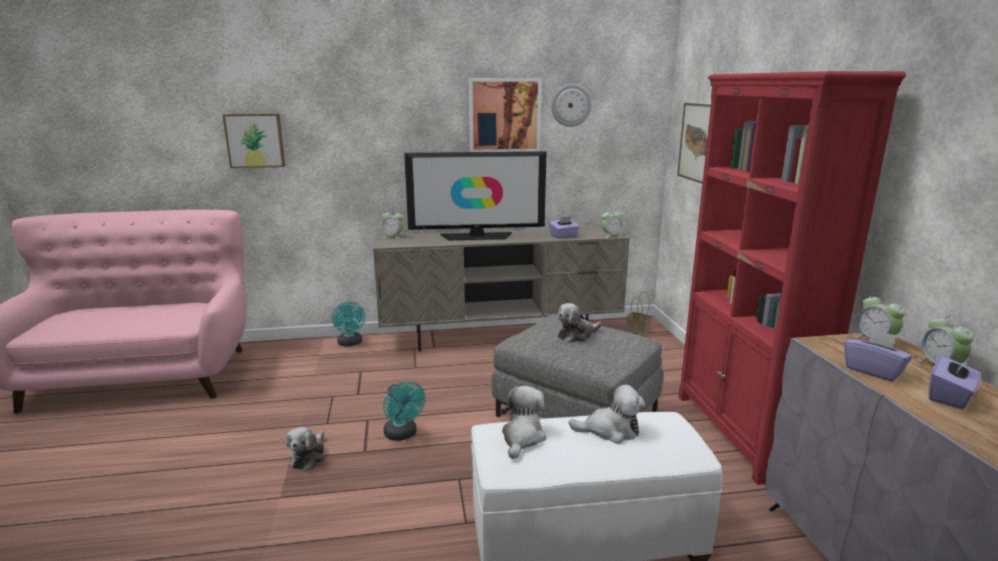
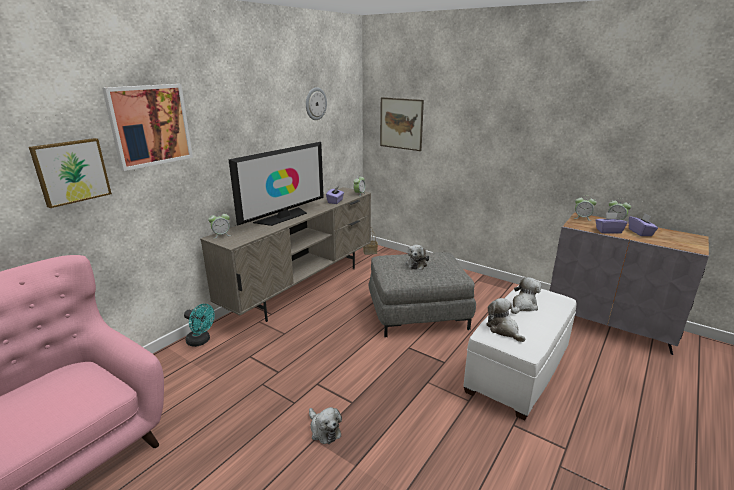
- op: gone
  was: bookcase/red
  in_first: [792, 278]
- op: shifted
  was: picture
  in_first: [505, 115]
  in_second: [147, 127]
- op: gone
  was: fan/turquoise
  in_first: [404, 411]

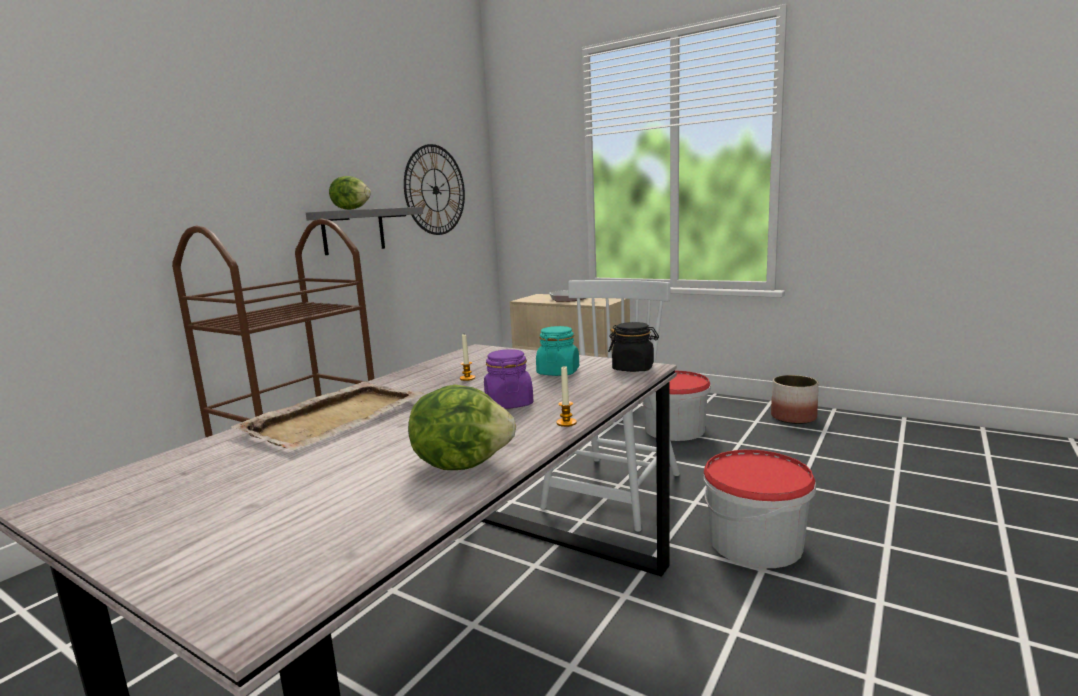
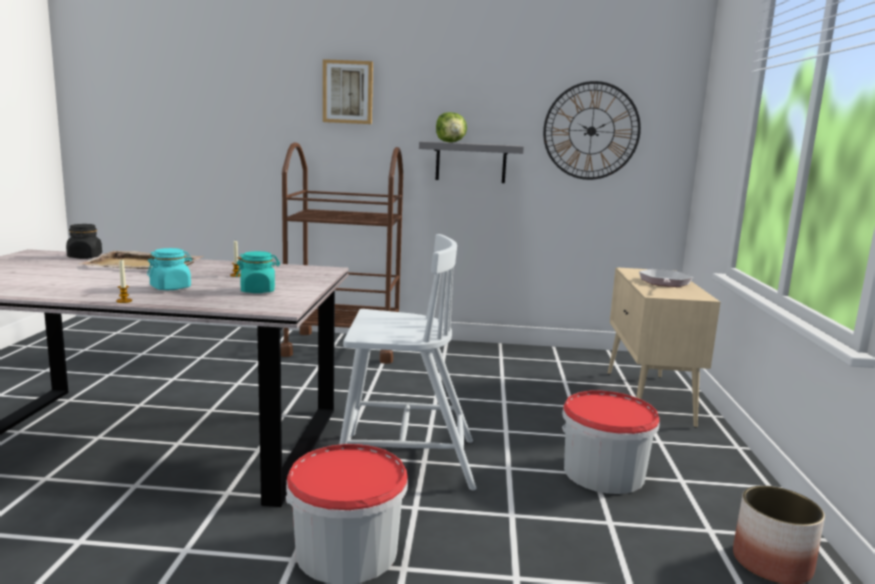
- op: shifted
  was: jar/black
  in_first: [633, 347]
  in_second: [84, 241]
- op: repainted
  was: jar/purple
  now: jar/turquoise
  in_first: [509, 379]
  in_second: [169, 269]
- op: gone
  was: lettuce
  in_first: [462, 427]
- op: new
  now: picture
  in_second: [348, 91]

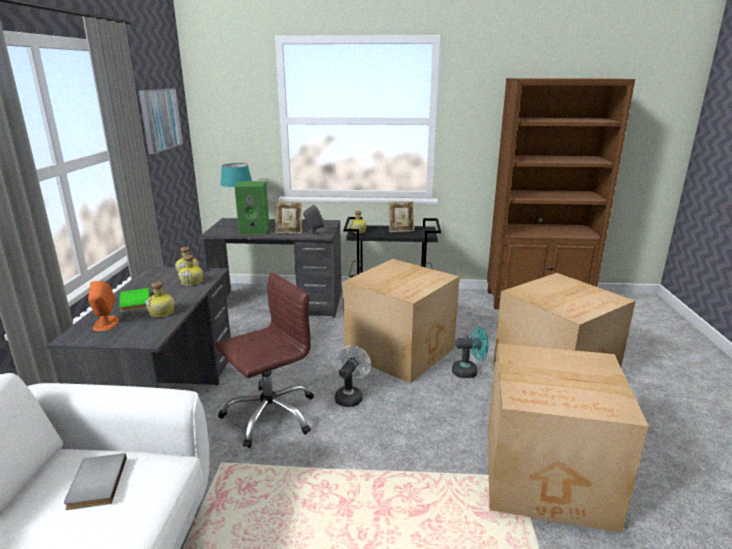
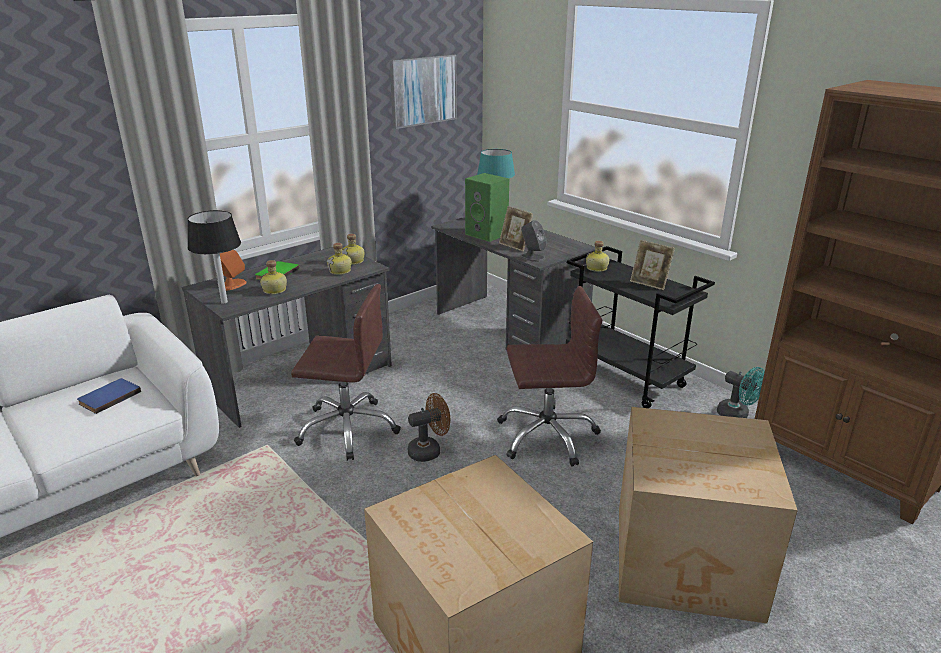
- op: swapped
  was: cardboard box
  now: office chair/brown
  in_first: [401, 321]
  in_second: [549, 376]
- op: shifted
  was: fan/turquoise
  in_first: [470, 352]
  in_second: [741, 392]
- op: repainted
  was: fan/white
  now: fan/brown
  in_first: [353, 376]
  in_second: [429, 427]
- op: repainted
  was: book/grey
  now: book/blue
  in_first: [95, 481]
  in_second: [109, 396]
- op: new
  now: table lamp/black
  in_second: [214, 257]

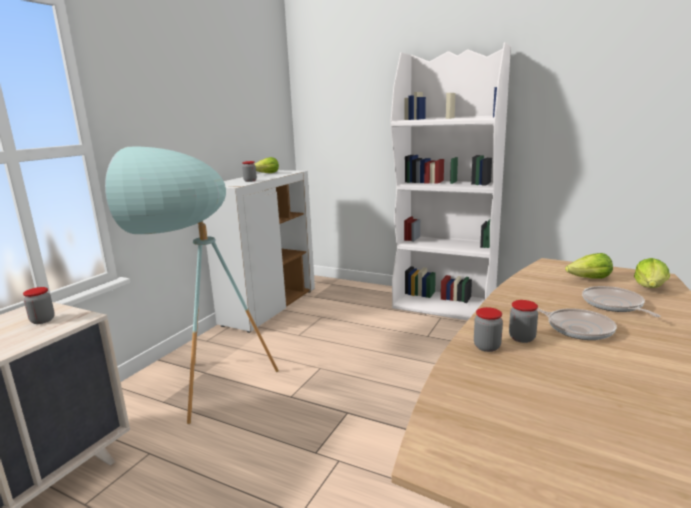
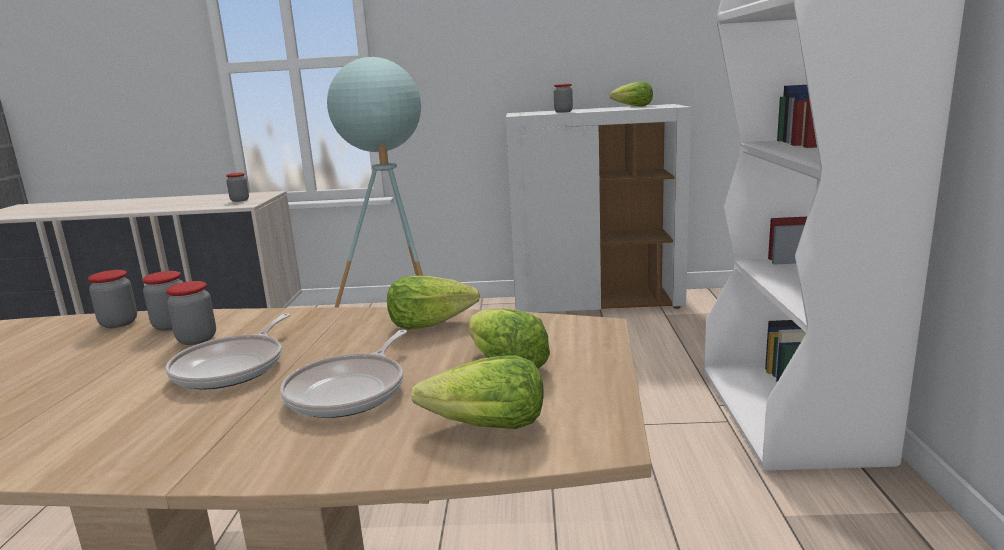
- op: rotated
  was: frying pan
  in_first: [621, 301]
  in_second: [343, 374]
  clockwise: 150
- op: new
  now: jar
  in_second: [112, 299]
- op: new
  now: lettuce
  in_second: [433, 302]

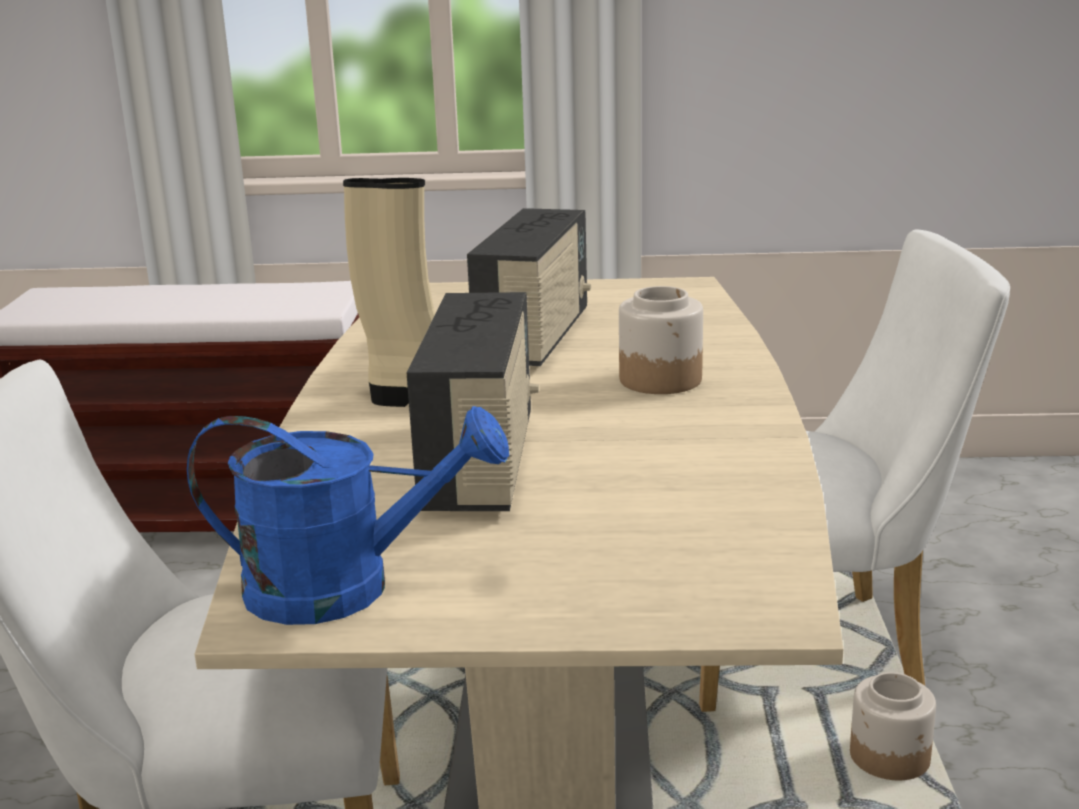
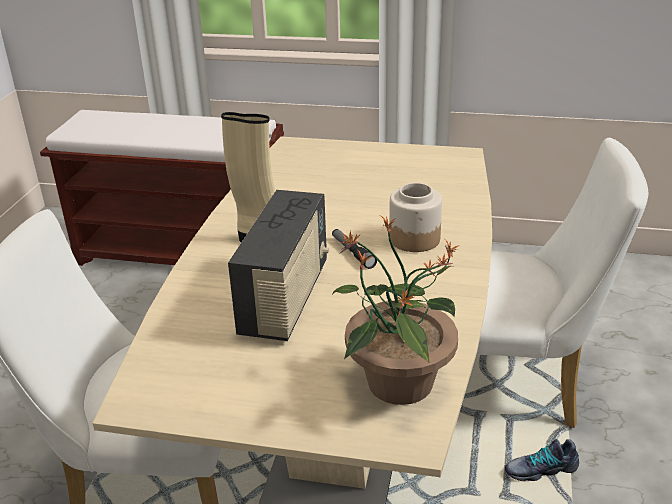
- op: gone
  was: radio
  in_first: [529, 287]
- op: gone
  was: watering can/blue
  in_first: [348, 515]
- op: swapped
  was: jar
  now: shoe
  in_first: [893, 726]
  in_second: [542, 460]
- op: new
  now: potted plant
  in_second: [396, 310]
- op: new
  now: flashlight
  in_second: [354, 249]

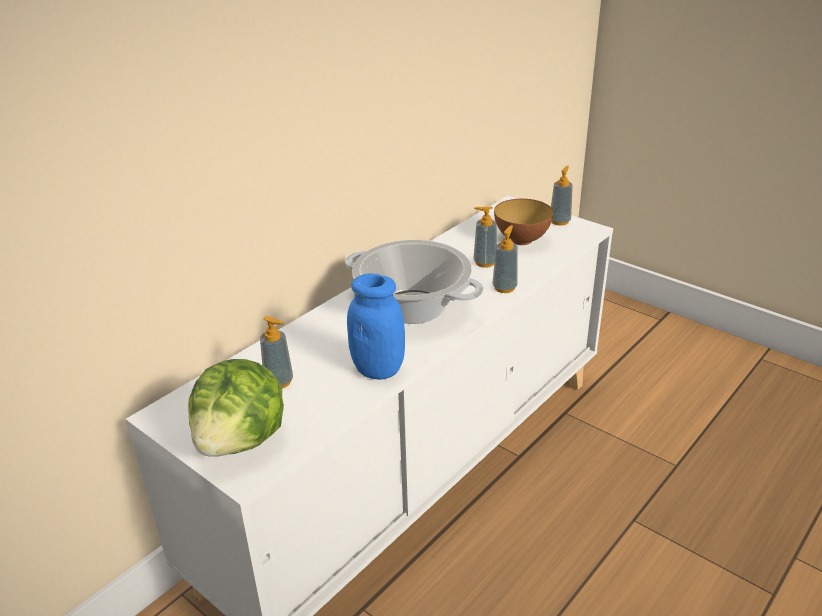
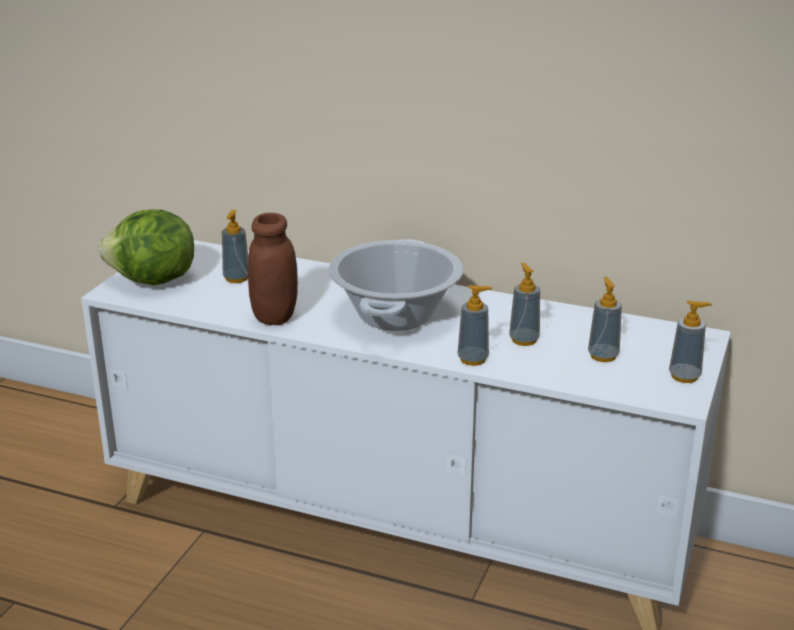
- op: swapped
  was: bowl
  now: soap dispenser
  in_first: [523, 222]
  in_second: [605, 319]
- op: repainted
  was: jar/blue
  now: jar/brown
  in_first: [376, 327]
  in_second: [273, 269]

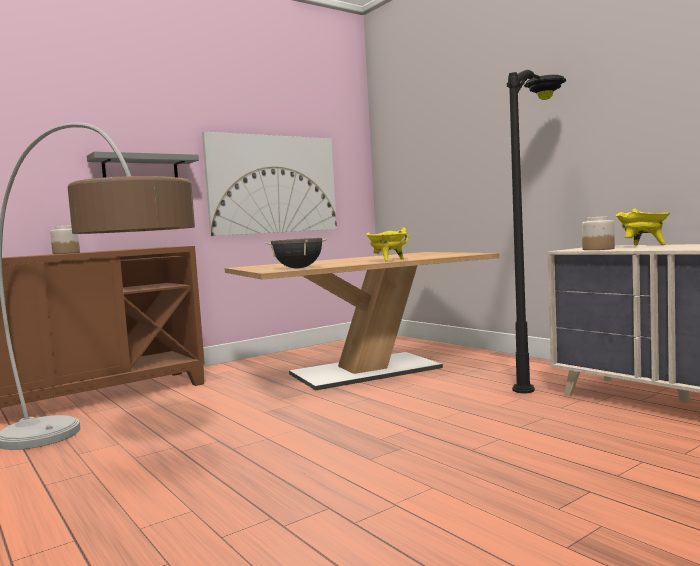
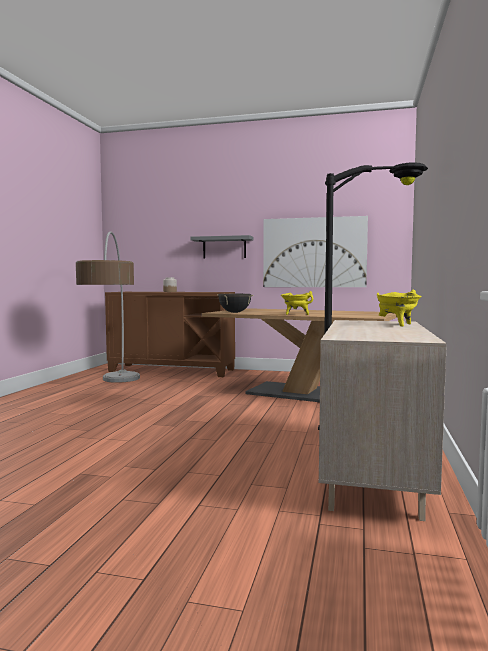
- op: gone
  was: jar
  in_first: [598, 233]

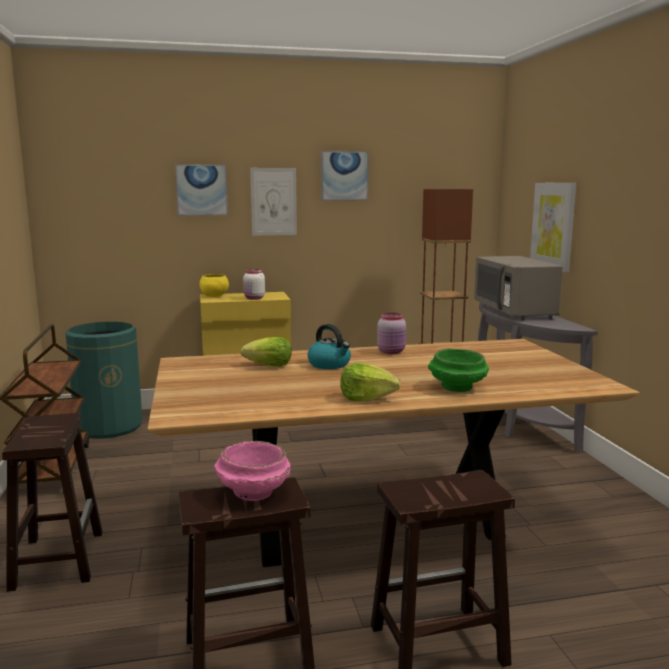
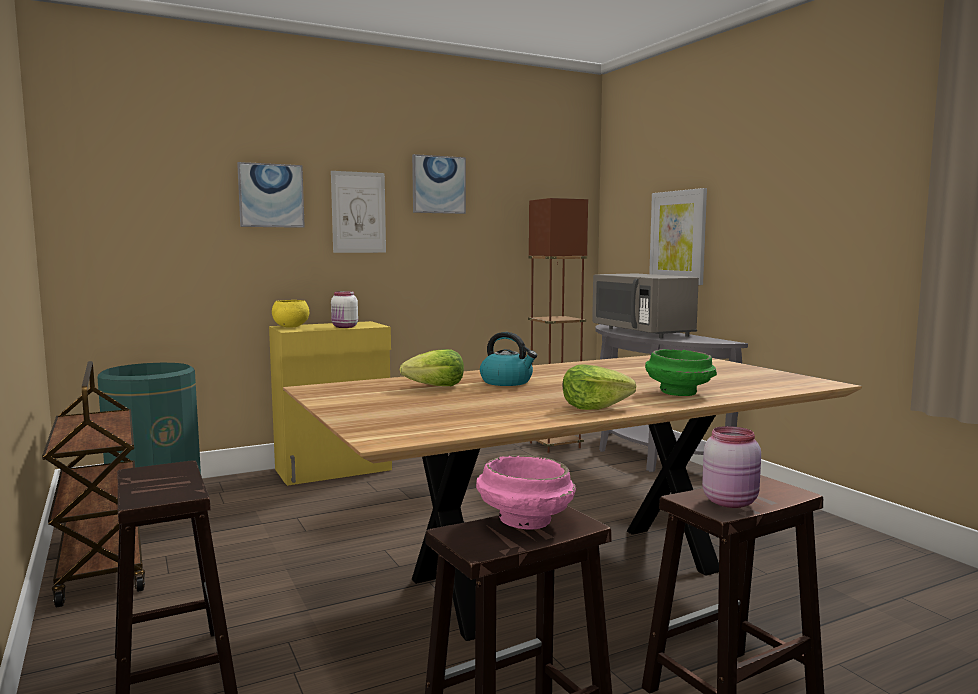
- op: shifted
  was: jar/pink
  in_first: [391, 333]
  in_second: [731, 467]

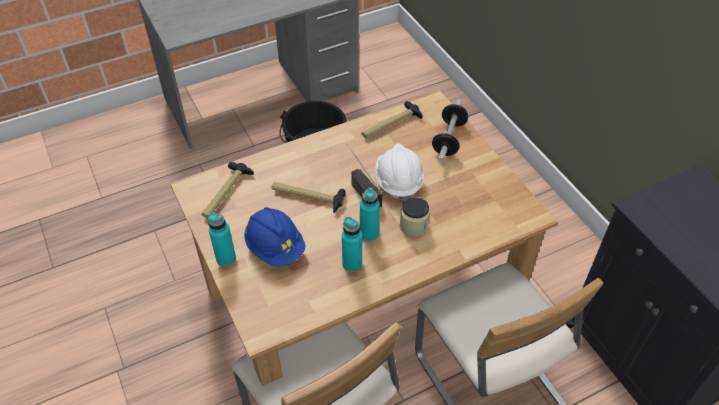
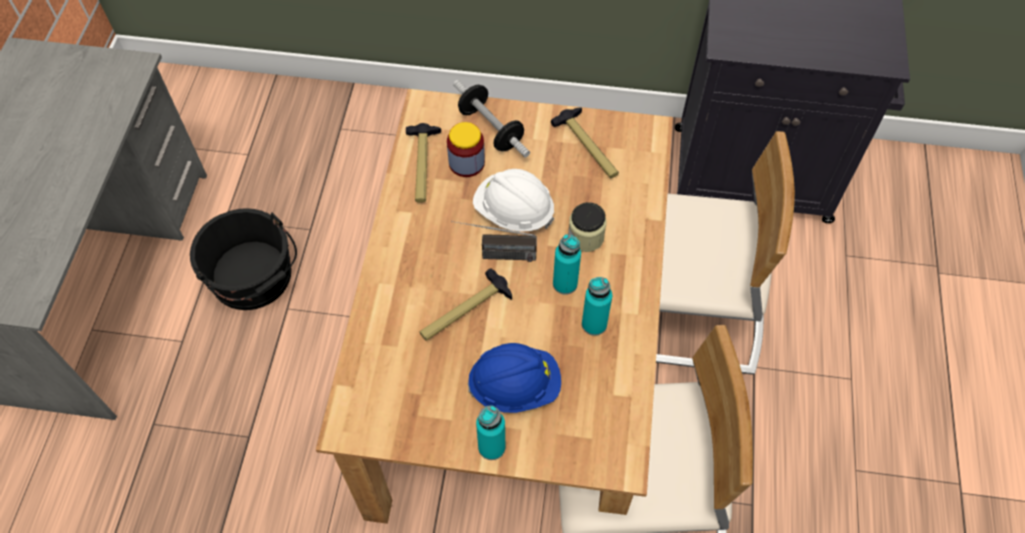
- op: shifted
  was: hammer
  in_first: [228, 190]
  in_second: [585, 142]
- op: new
  now: jar
  in_second: [466, 149]

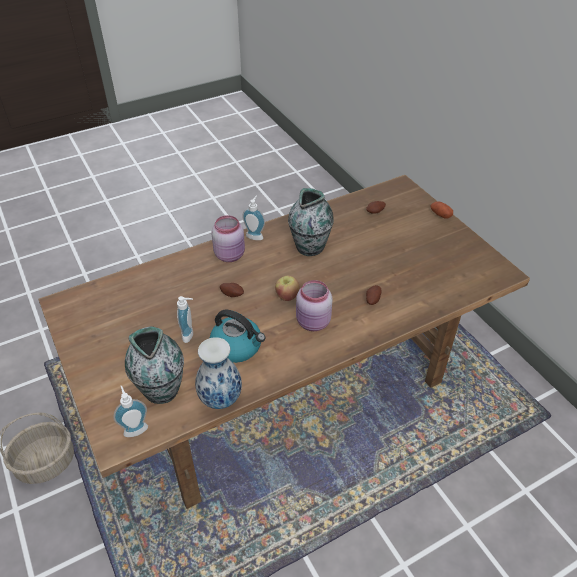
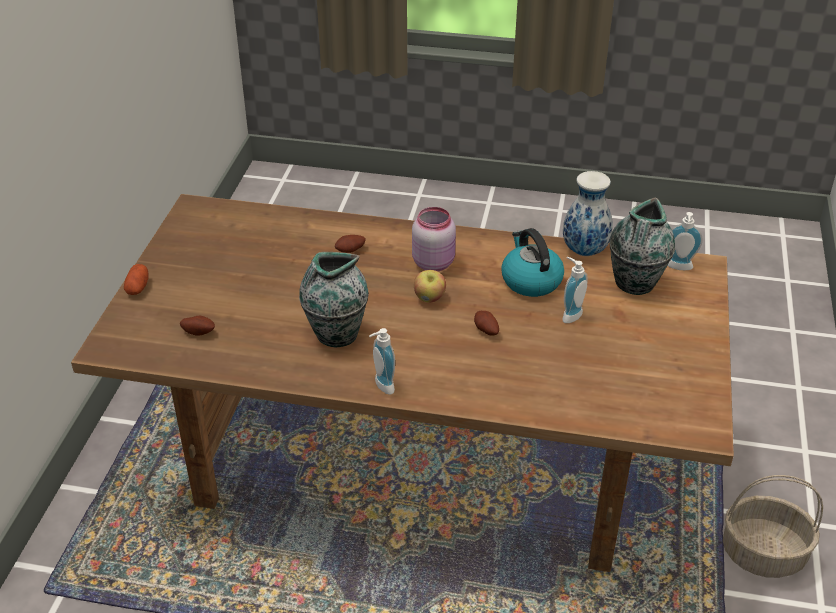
- op: gone
  was: jar/pink
  in_first: [228, 238]

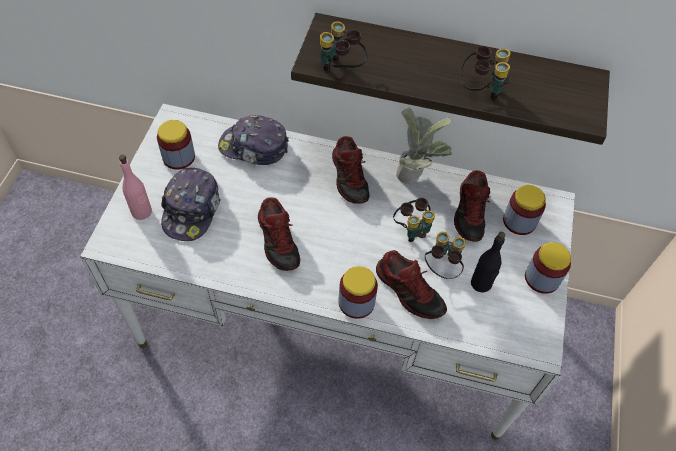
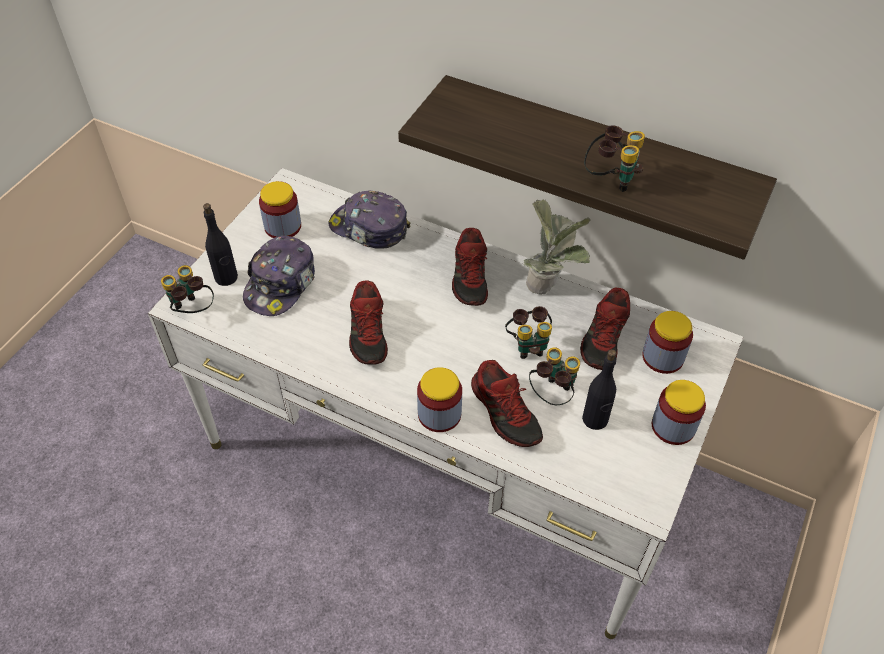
- op: shifted
  was: binoculars
  in_first: [344, 46]
  in_second: [187, 289]
- op: repainted
  was: bottle/pink
  now: bottle/black
  in_first: [135, 187]
  in_second: [220, 244]

